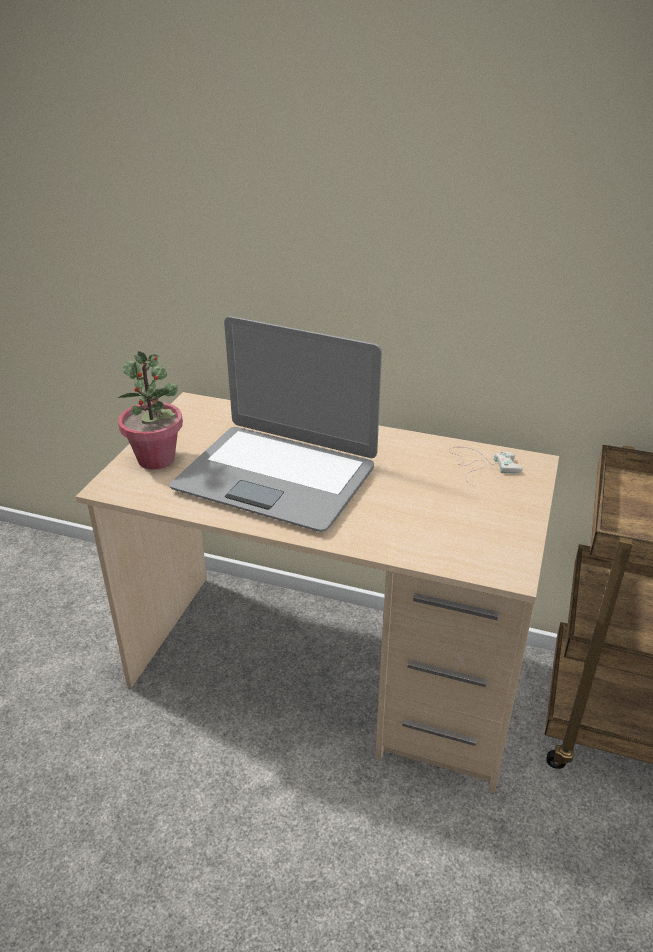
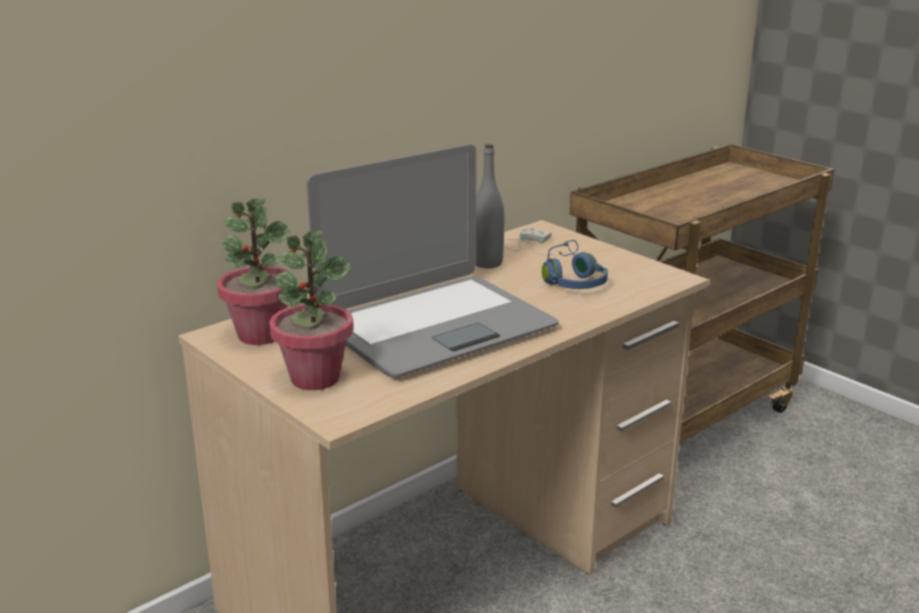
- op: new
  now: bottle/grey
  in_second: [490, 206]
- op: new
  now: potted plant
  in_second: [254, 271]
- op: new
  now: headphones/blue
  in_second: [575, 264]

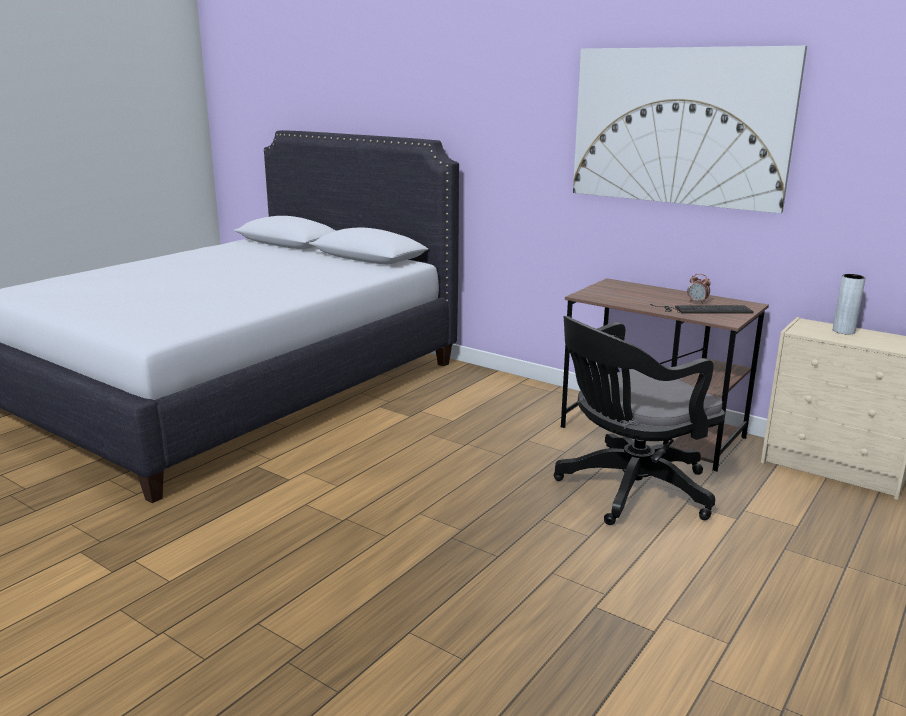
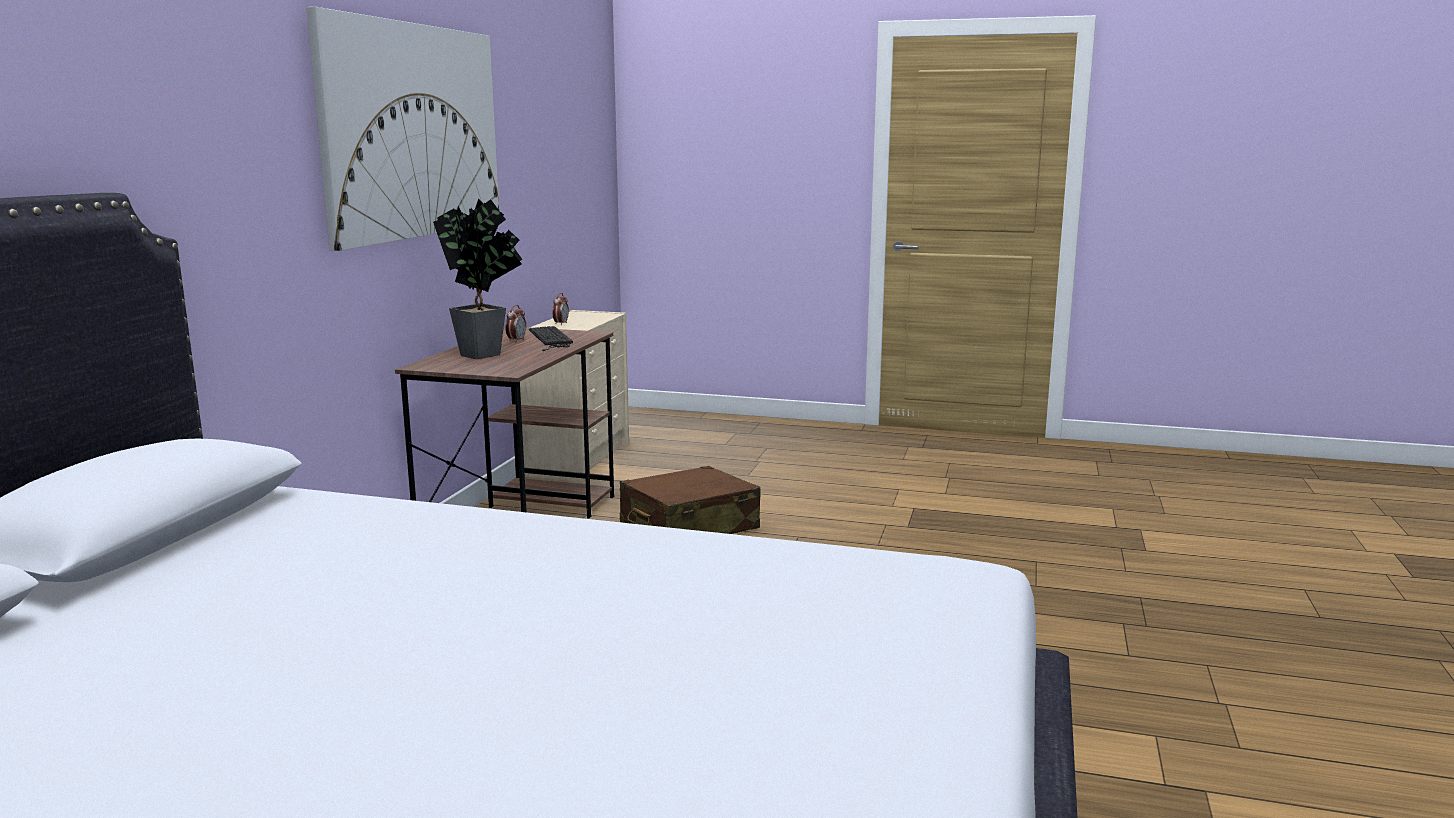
- op: swapped
  was: vase/grey
  now: alarm clock
  in_first: [849, 304]
  in_second: [560, 309]
- op: swapped
  was: office chair/black
  now: suitcase/brown
  in_first: [639, 420]
  in_second: [690, 500]
- op: new
  now: potted plant
  in_second: [477, 278]

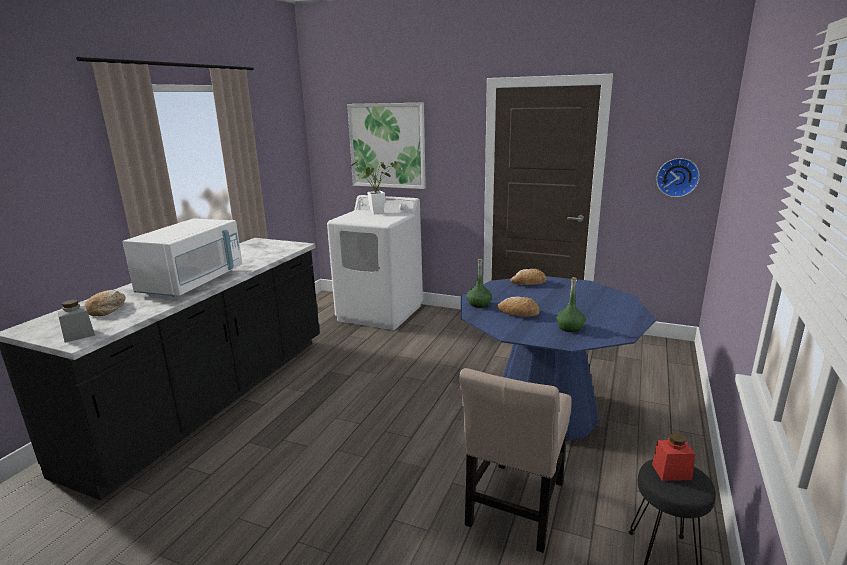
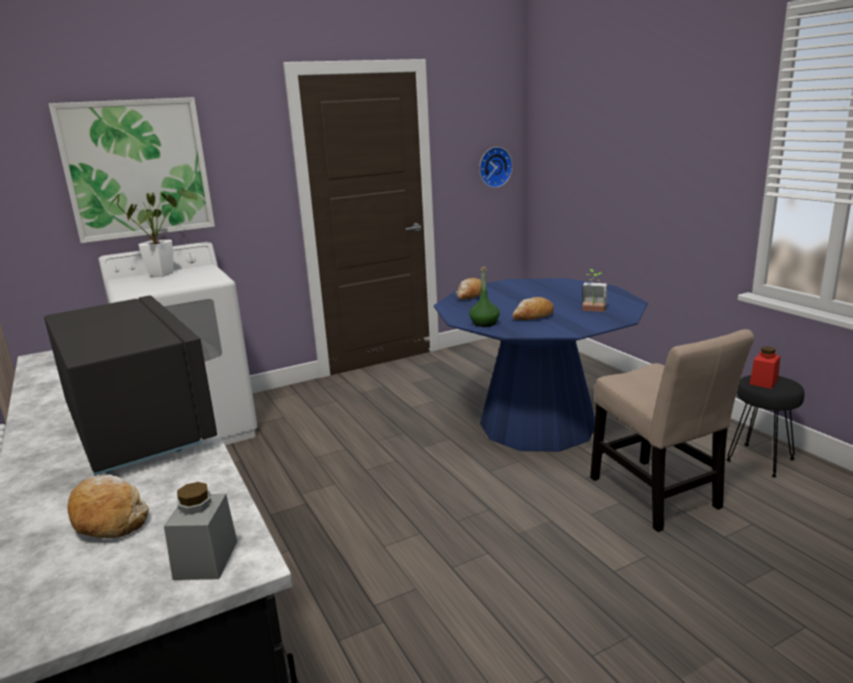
- op: repainted
  was: microwave/white
  now: microwave/black
  in_first: [182, 257]
  in_second: [130, 385]
- op: swapped
  was: bottle/green
  now: potted plant
  in_first: [570, 304]
  in_second: [594, 290]

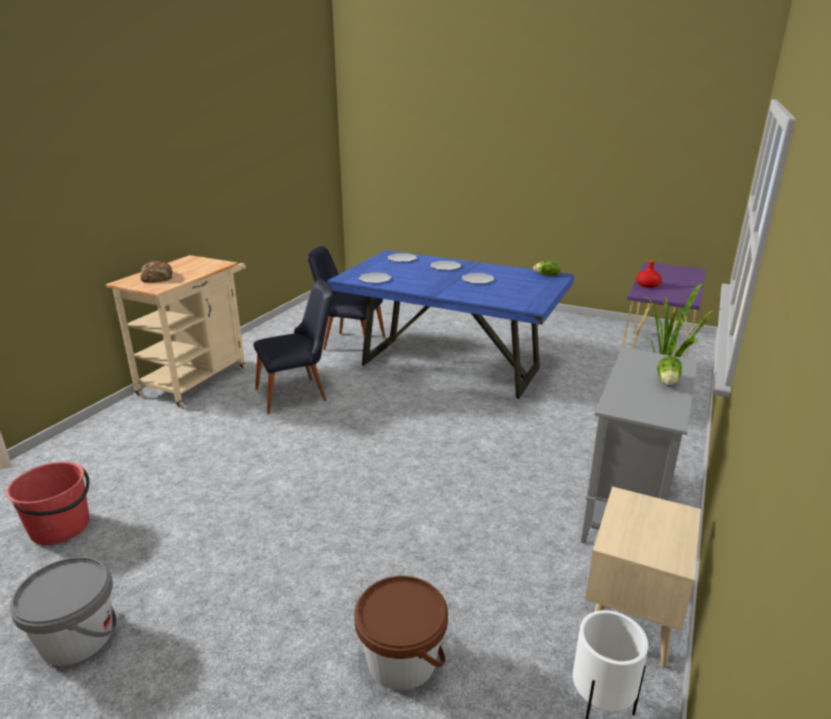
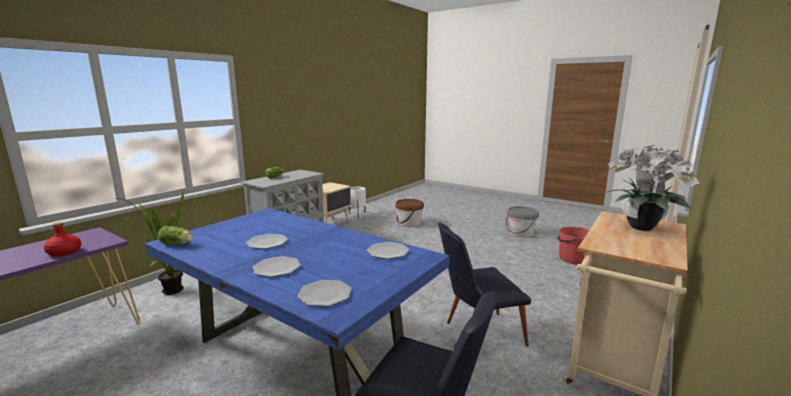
- op: swapped
  was: bread
  now: potted plant
  in_first: [156, 271]
  in_second: [651, 188]

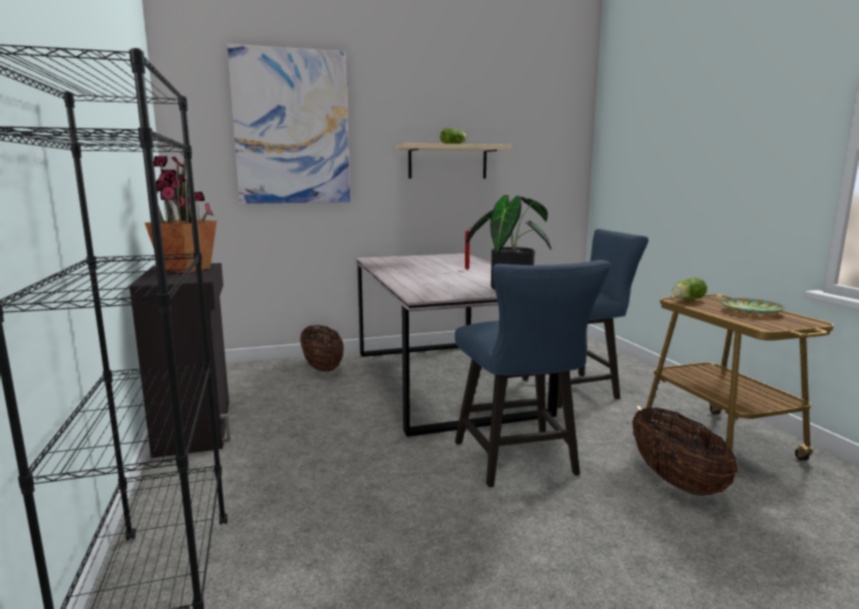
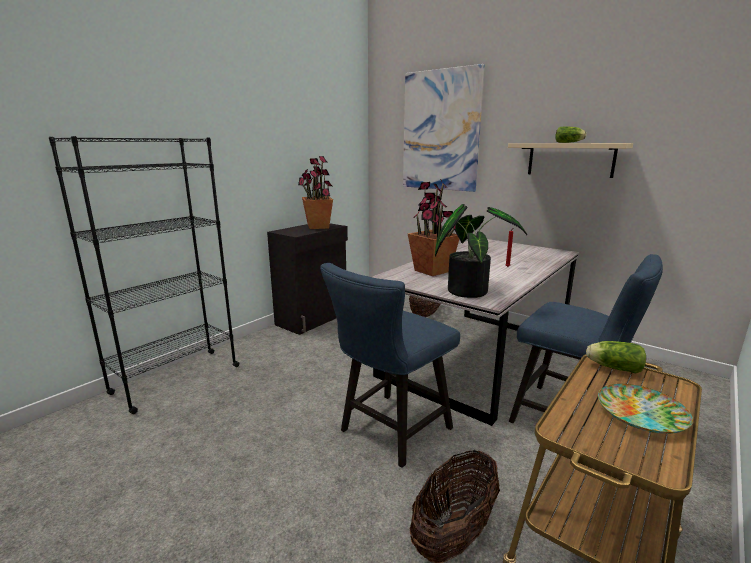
- op: new
  now: potted plant
  in_second: [433, 227]

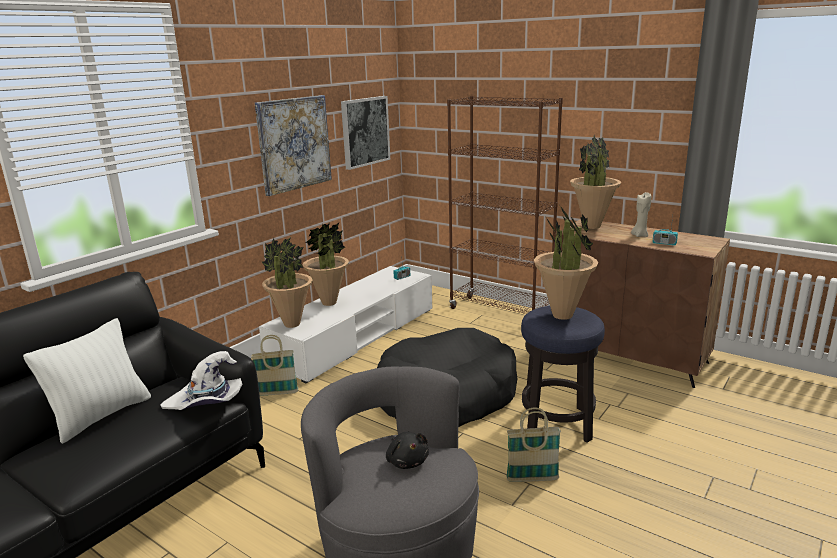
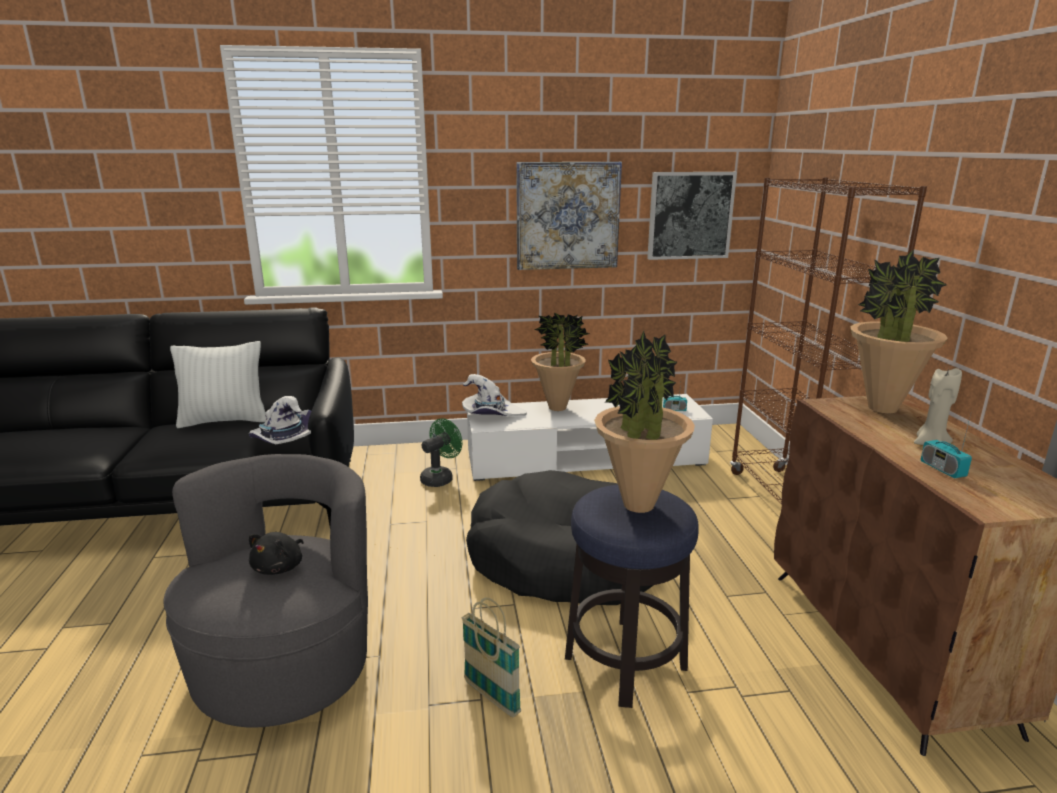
- op: swapped
  was: potted plant
  now: hat/white
  in_first: [287, 282]
  in_second: [494, 395]
- op: swapped
  was: basket
  now: fan/green
  in_first: [274, 365]
  in_second: [441, 452]

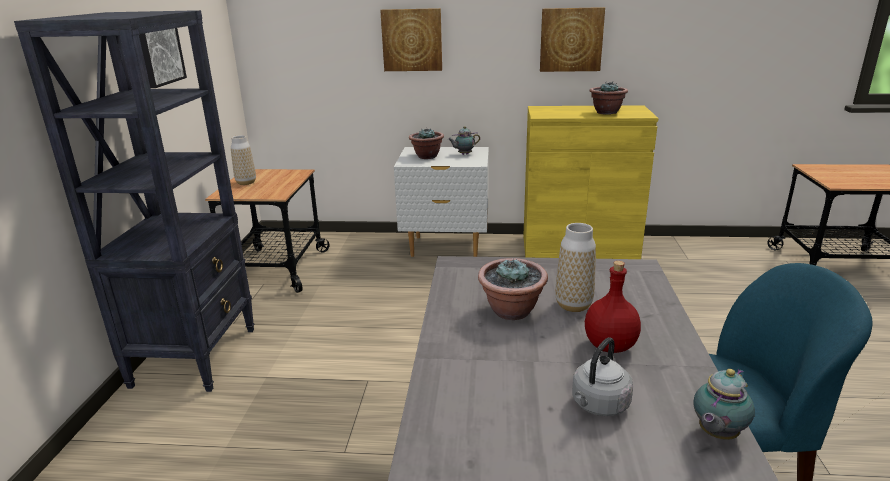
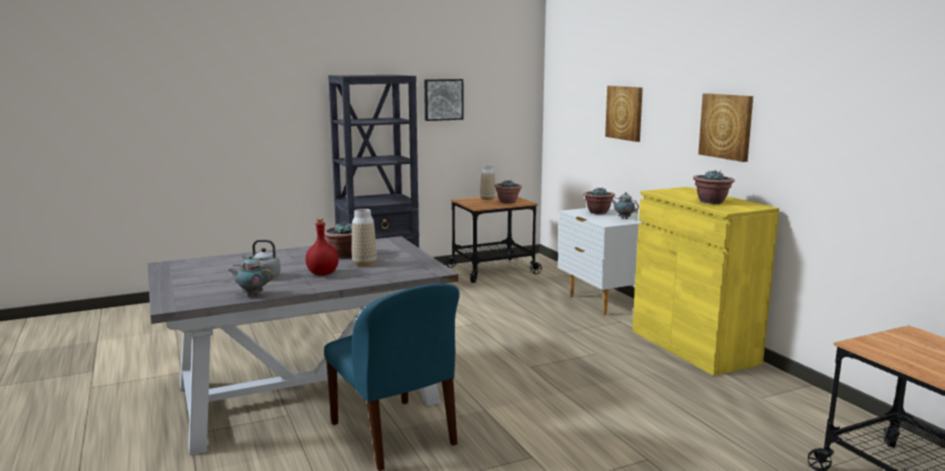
- op: new
  now: potted plant
  in_second: [508, 192]

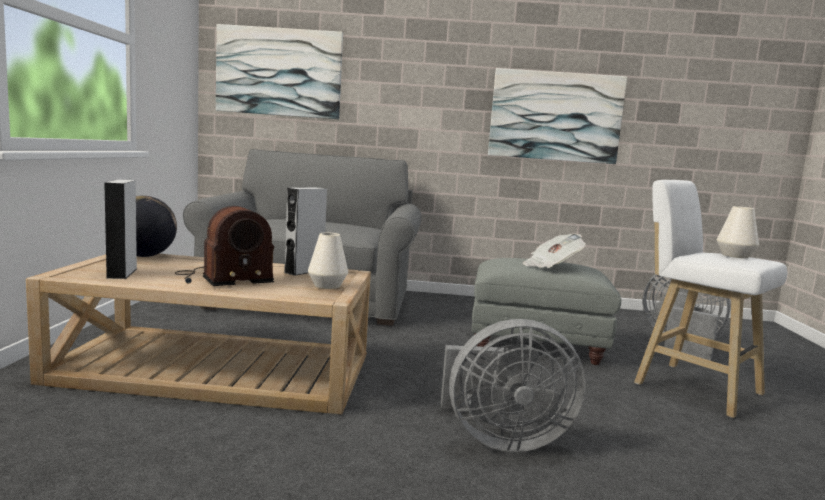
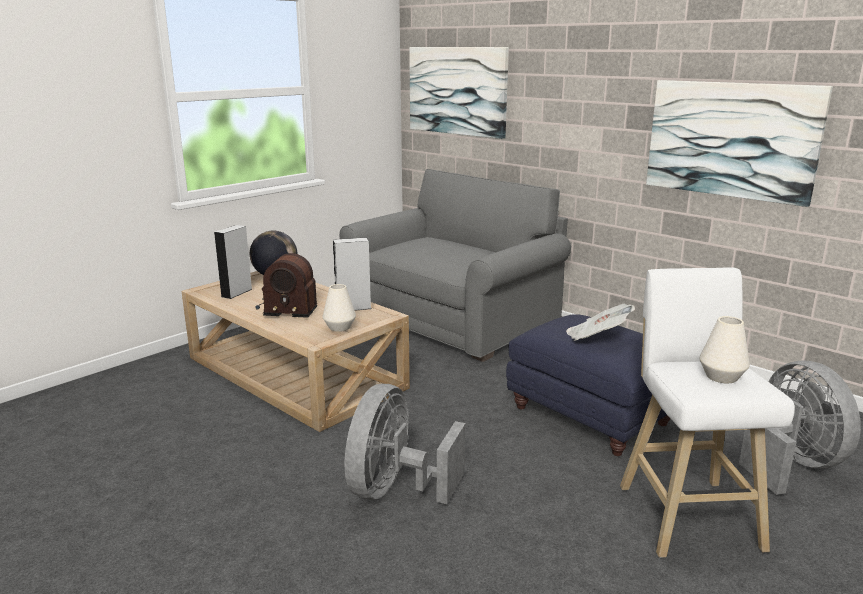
- op: repainted
  was: ottoman/grey
  now: ottoman/blue
  in_first: [546, 312]
  in_second: [588, 385]
- op: rotated
  was: fan/grey
  in_first: [513, 385]
  in_second: [405, 444]
  clockwise: 75

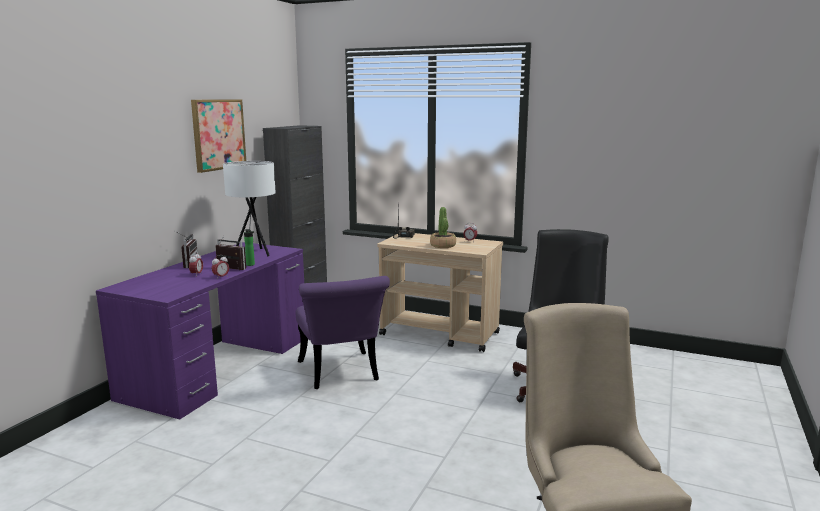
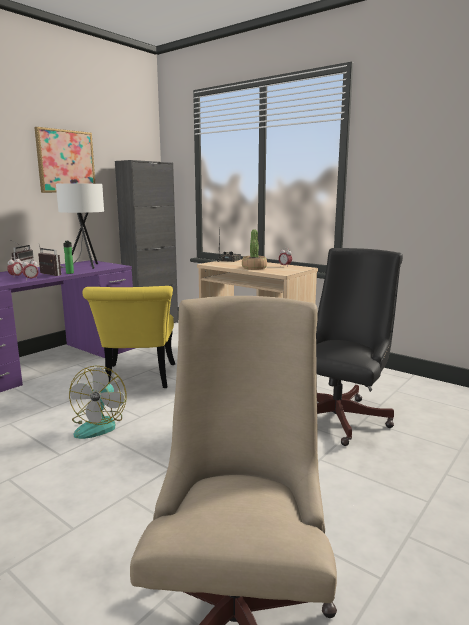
- op: repainted
  was: chair/purple
  now: chair/yellow
  in_first: [343, 332]
  in_second: [128, 337]
- op: new
  now: fan
  in_second: [98, 402]

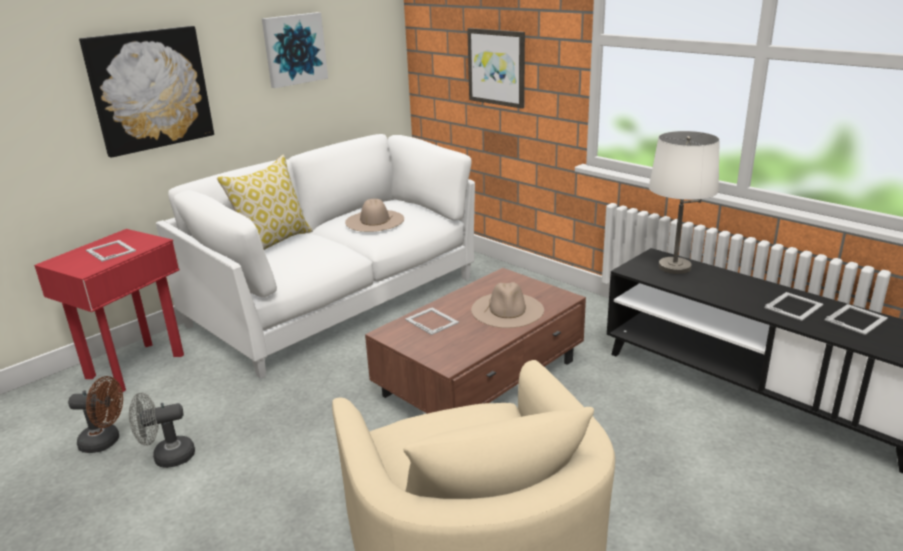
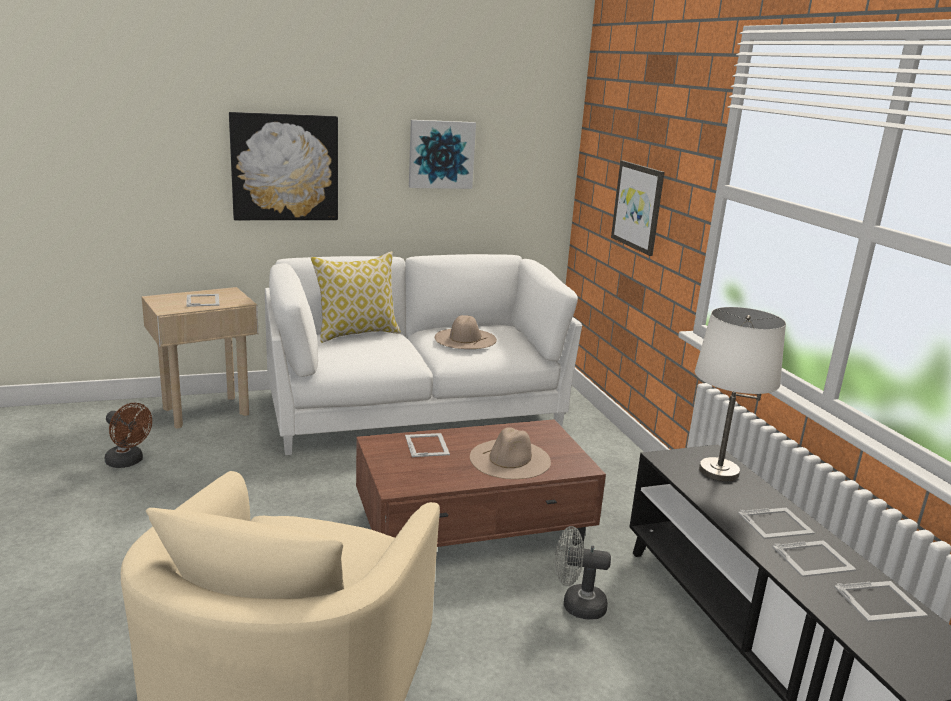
- op: repainted
  was: side table/red
  now: side table/beige
  in_first: [109, 310]
  in_second: [199, 357]
- op: shifted
  was: fan/grey
  in_first: [162, 430]
  in_second: [583, 573]
- op: new
  now: picture frame
  in_second: [776, 523]

